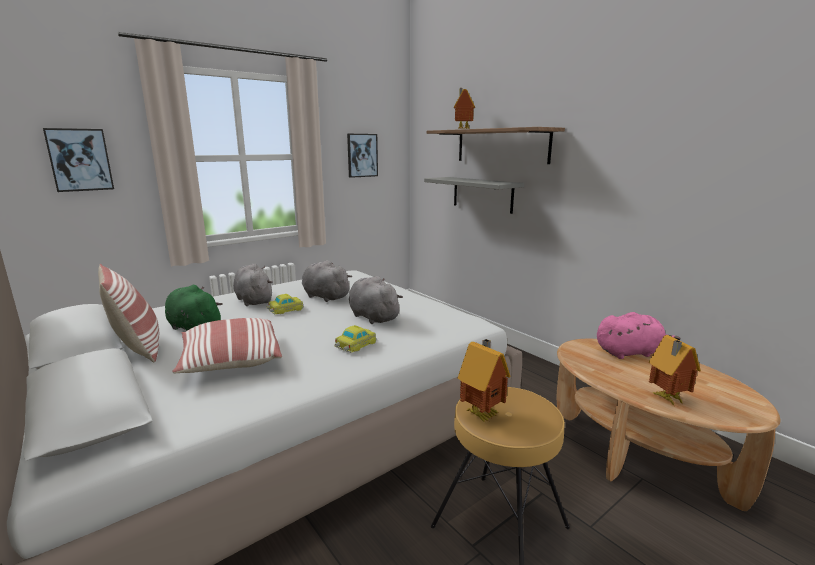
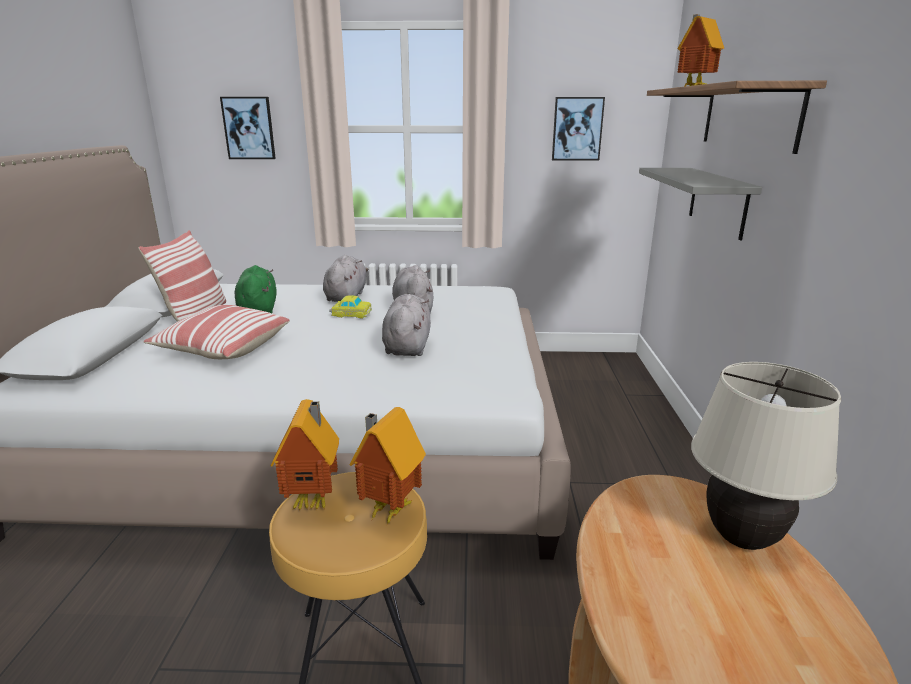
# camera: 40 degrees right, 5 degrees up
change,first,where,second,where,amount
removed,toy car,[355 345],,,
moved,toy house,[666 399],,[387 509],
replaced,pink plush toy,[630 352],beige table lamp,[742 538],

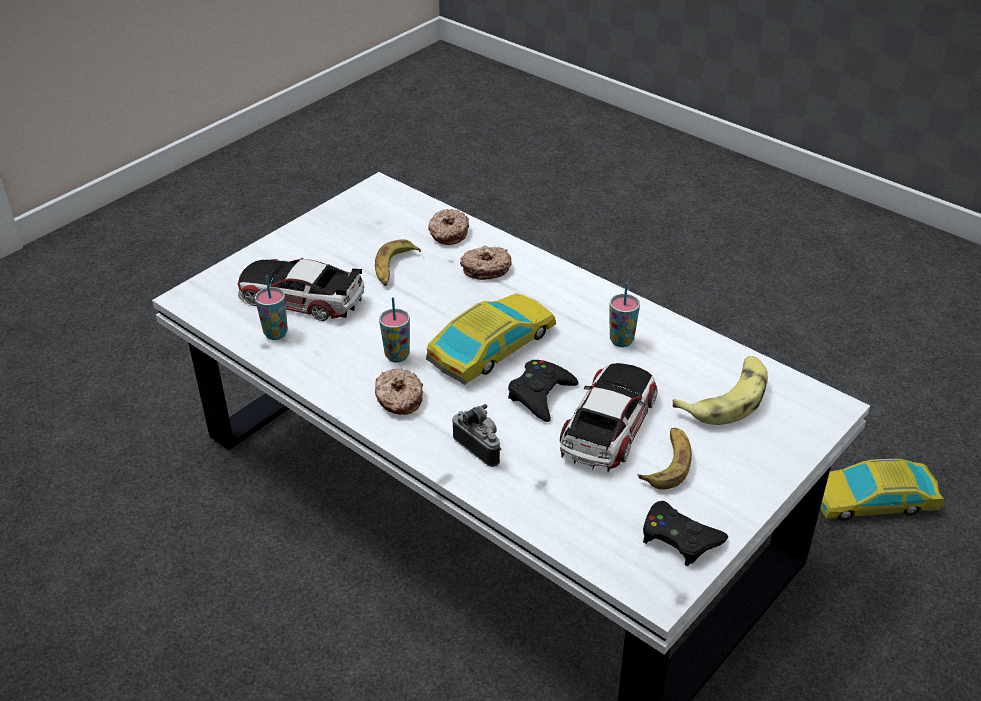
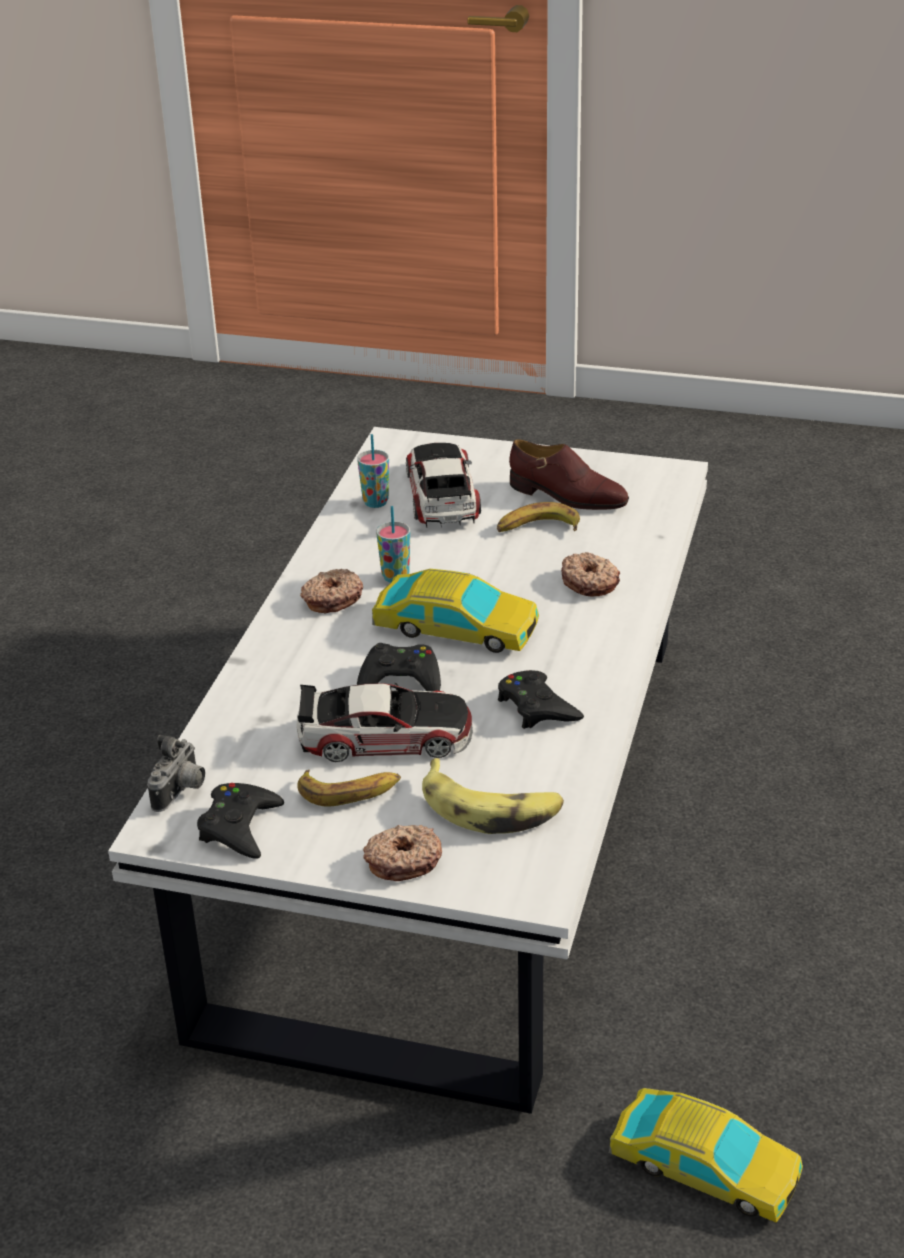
# camera: 65 degrees right, 5 degrees down
change,first,where,second,where,amount
added,,,brown shoe,[567 496],
moved,donut,[448 233],,[403 860],
moved,photo camera,[481 447],,[181 792],
replaced,cup,[621 341],black game controller,[537 707],
turned,toy car,[873 500],,[705 1166],150 degrees clockwise

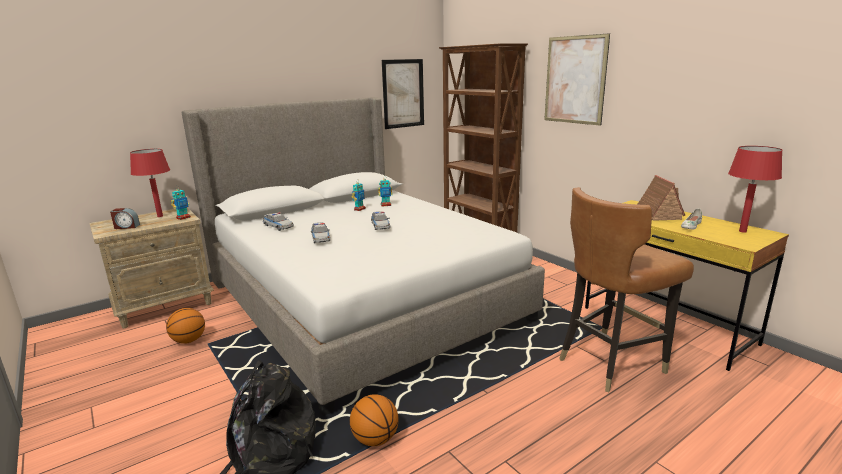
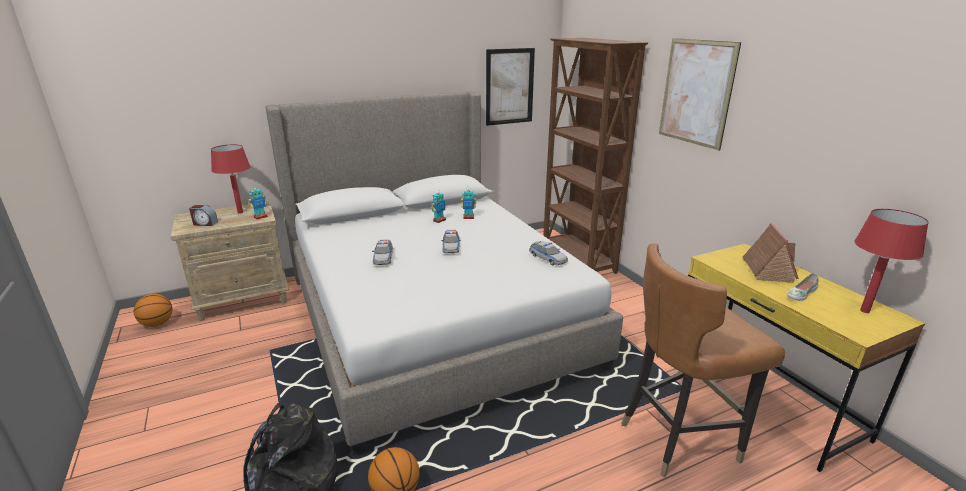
# camera: 10 degrees right, 5 degrees up
change,first,where,second,where,amount
moved,basketball,[189 340],,[157 324],
moved,toy car,[278 226],,[548 258],

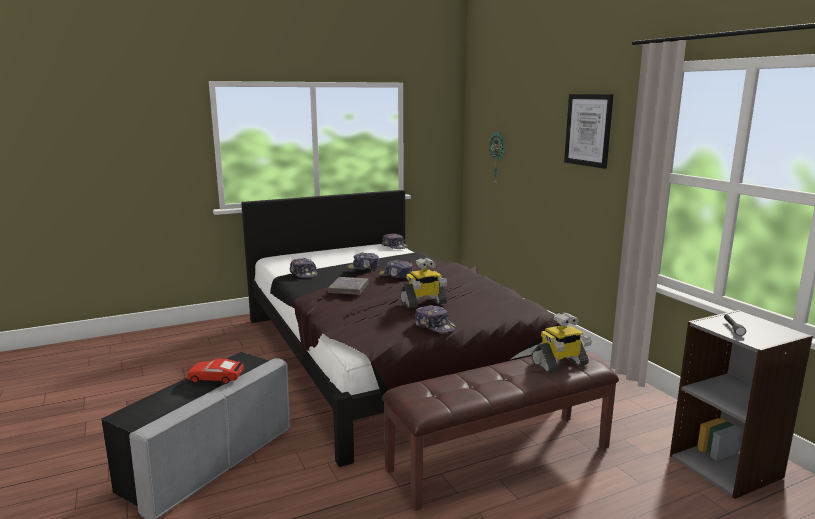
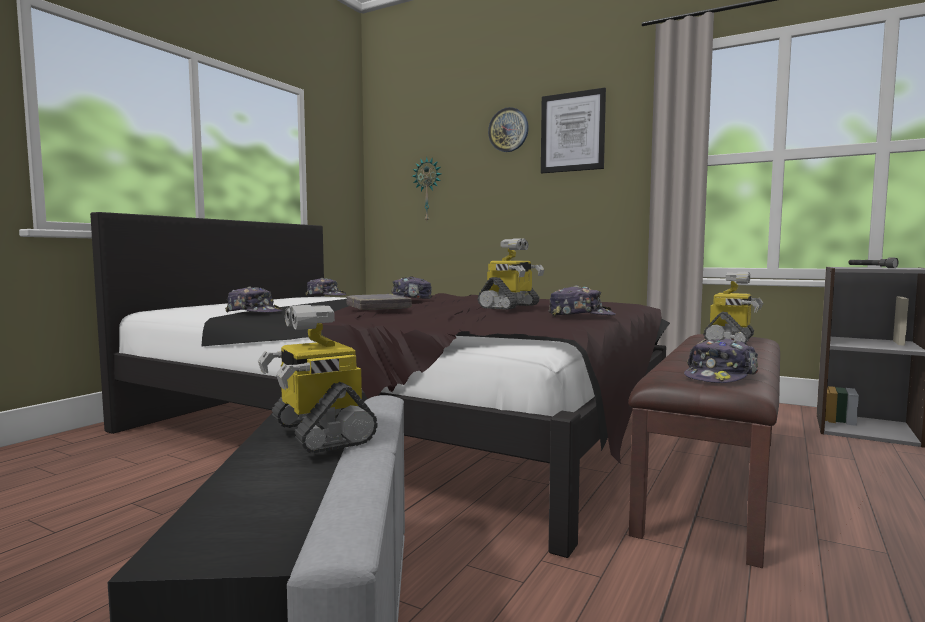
# camera: 35 degrees left, 10 degrees down
change,first,where,second,where,amount
added,,,wall clock,[508 130],
moved,cap,[363 267],,[720 376],
replaced,red toy car,[216 377],toy robot,[319 432],

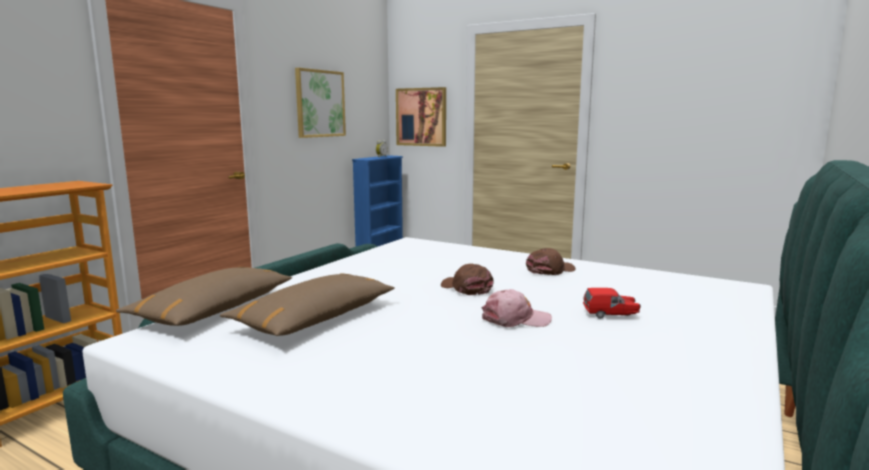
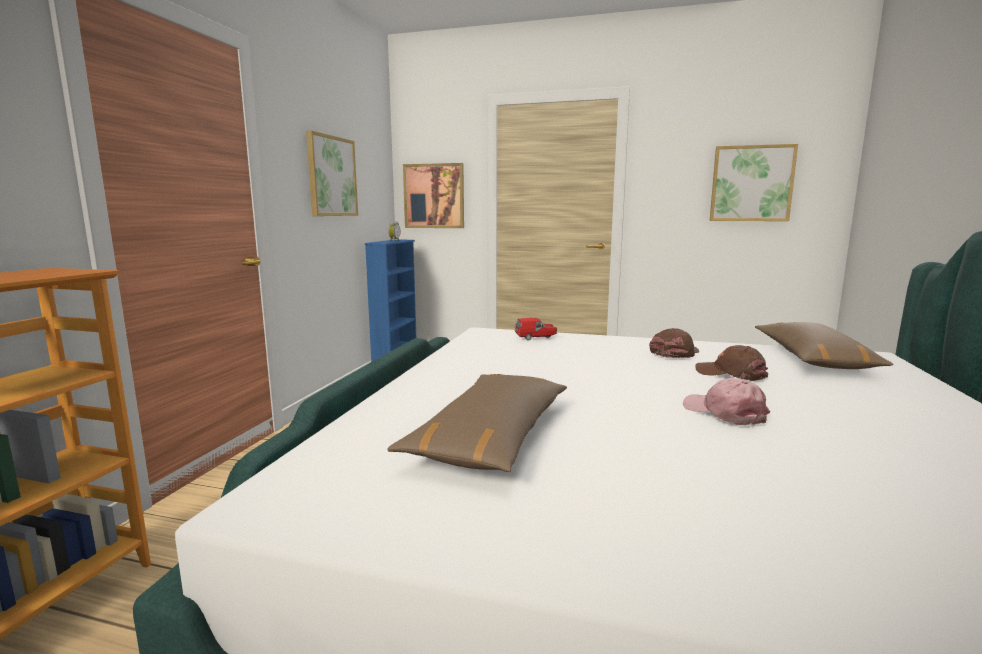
# camera: 15 degrees left, 0 degrees up
change,first,where,second,where,amount
added,,,picture,[751 183],
moved,brown pillow,[215 309],,[812 359],
moved,brown cap,[466 288],,[731 373],
moved,red toy car,[610 314],,[535 338],
turned,pink cap,[515 319],,[724 412],105 degrees counterclockwise

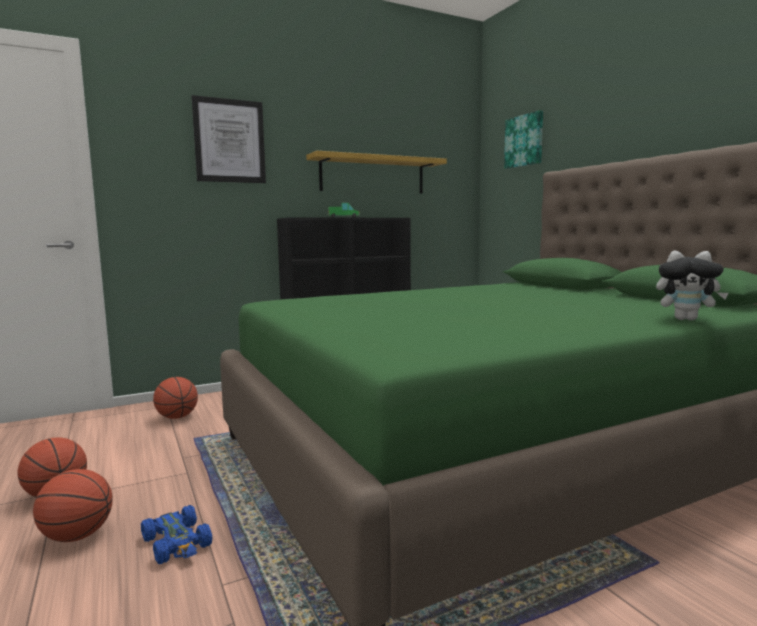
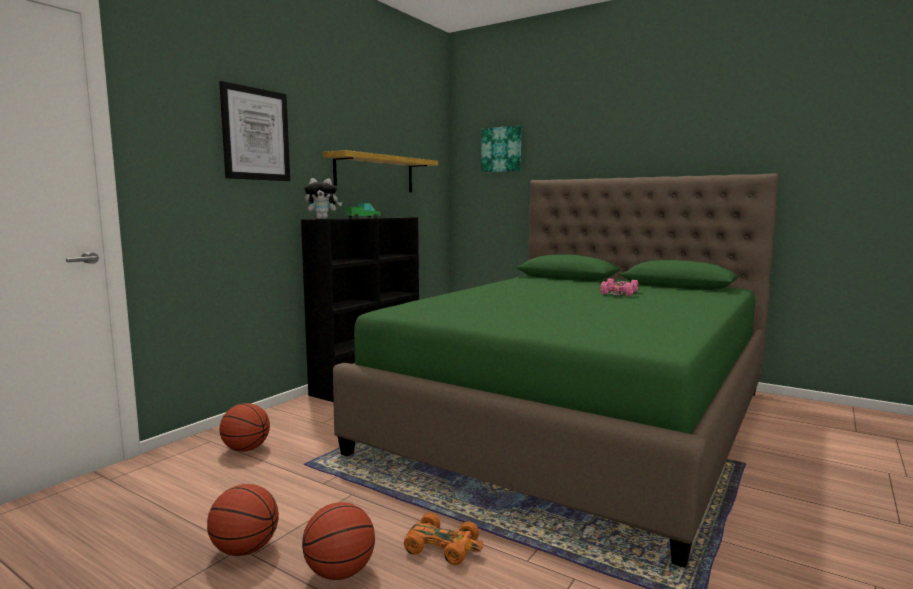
# camera: 30 degrees left, 0 degrees up
change,first,where,second,where,amount
added,,,pink toy car,[619 293],
moved,plush toy,[686 319],,[323 219],
recoloured,blue toy car,[177 543],orange toy car,[443 547],

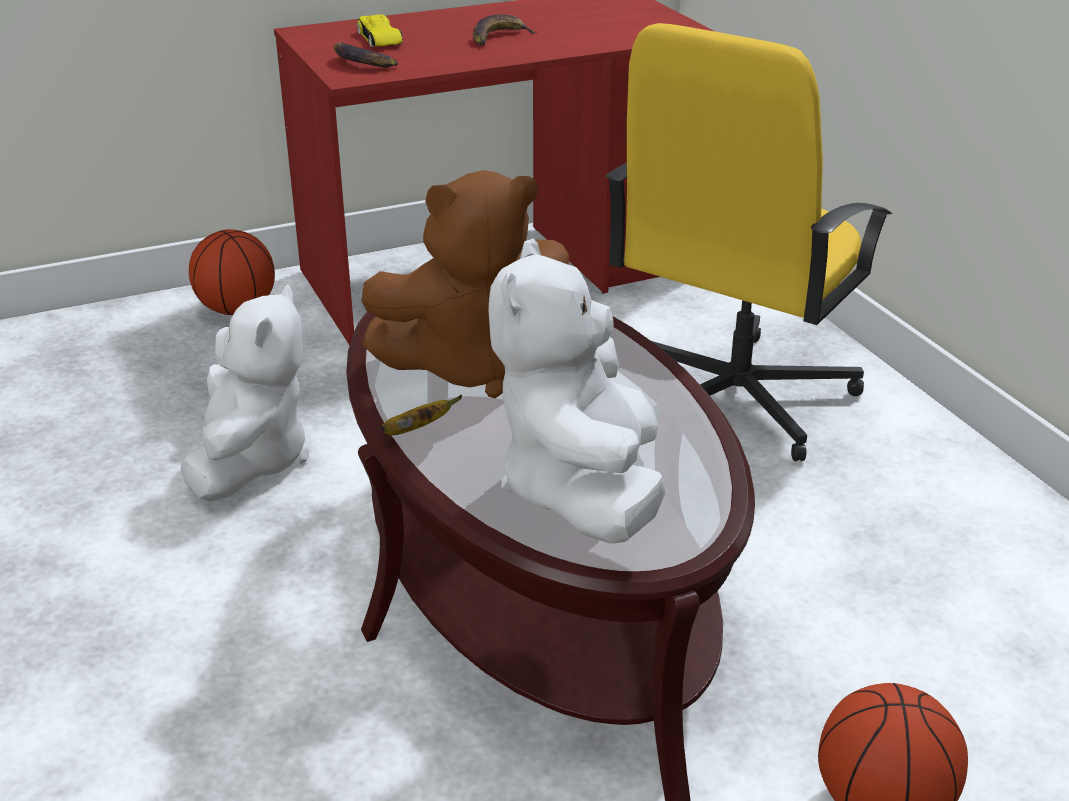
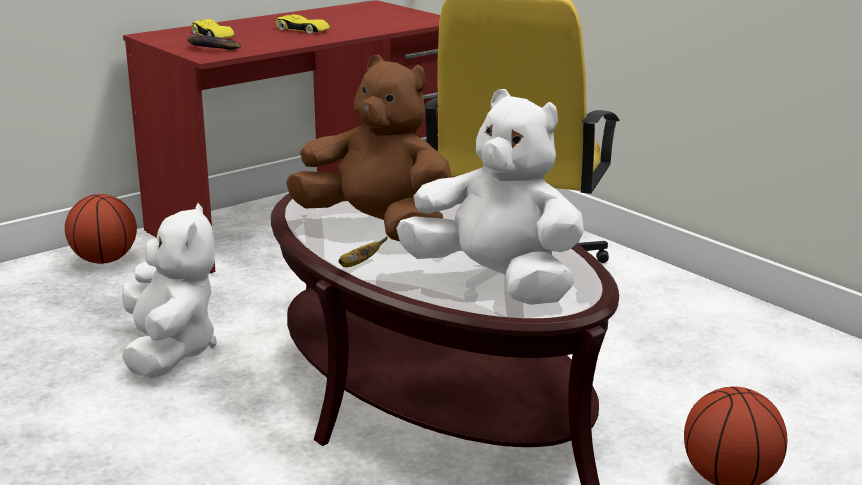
# camera: 15 degrees left, 10 degrees down
change,first,where,second,where,amount
replaced,banana,[498 37],yellow toy car,[303 30],
turned,brown plush toy,[476 365],,[377 228],120 degrees counterclockwise
turned,white plush toy,[582 491],,[496 283],135 degrees clockwise

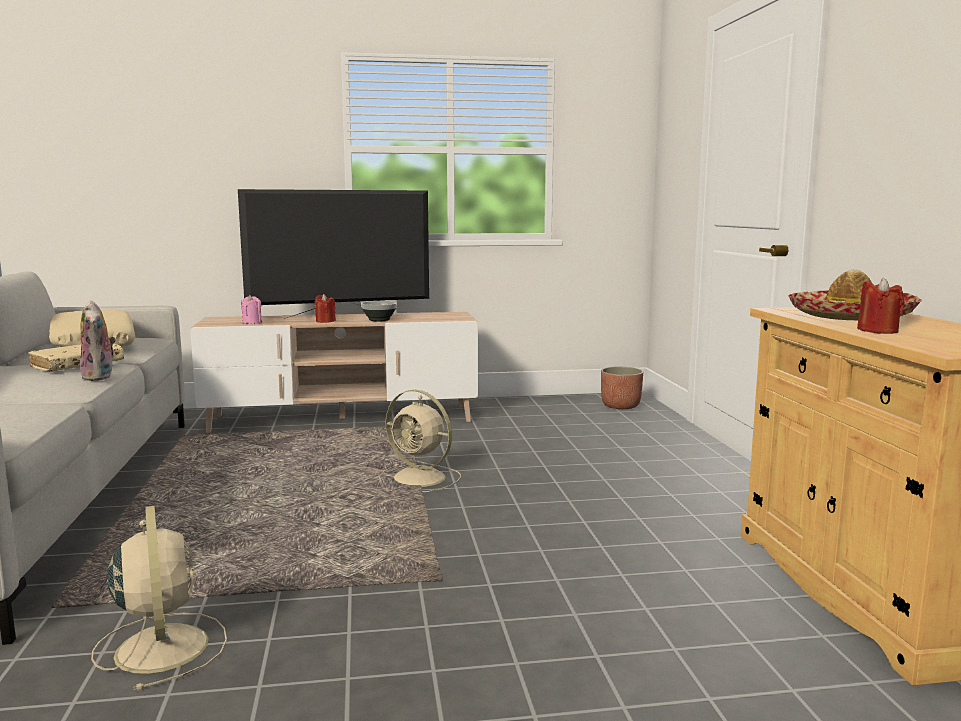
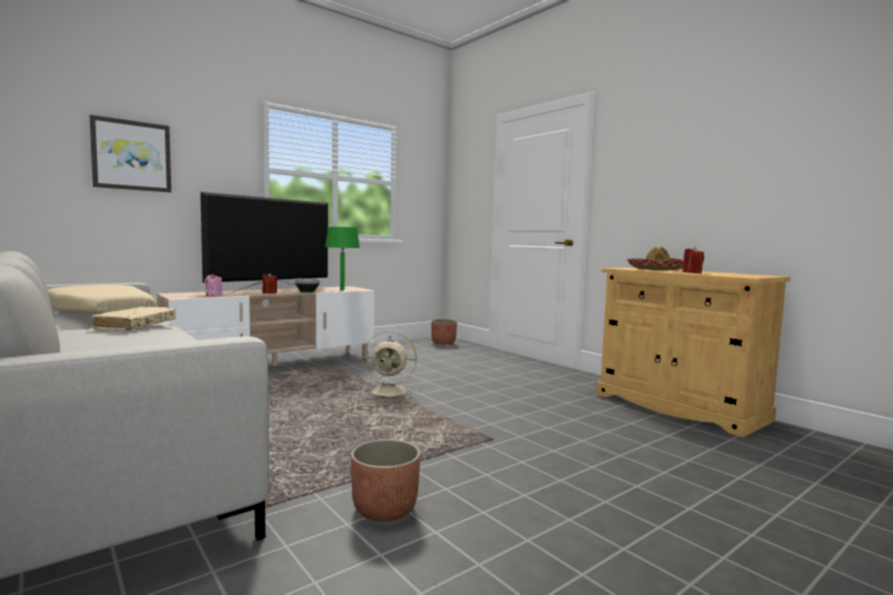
# camera: 30 degrees left, 5 degrees down
change,first,where,second,where,amount
removed,plush toy,[100 377],,,
added,,,picture,[131 155],
added,,,green table lamp,[342 289],
replaced,beige fan,[161 646],planter,[384 509],

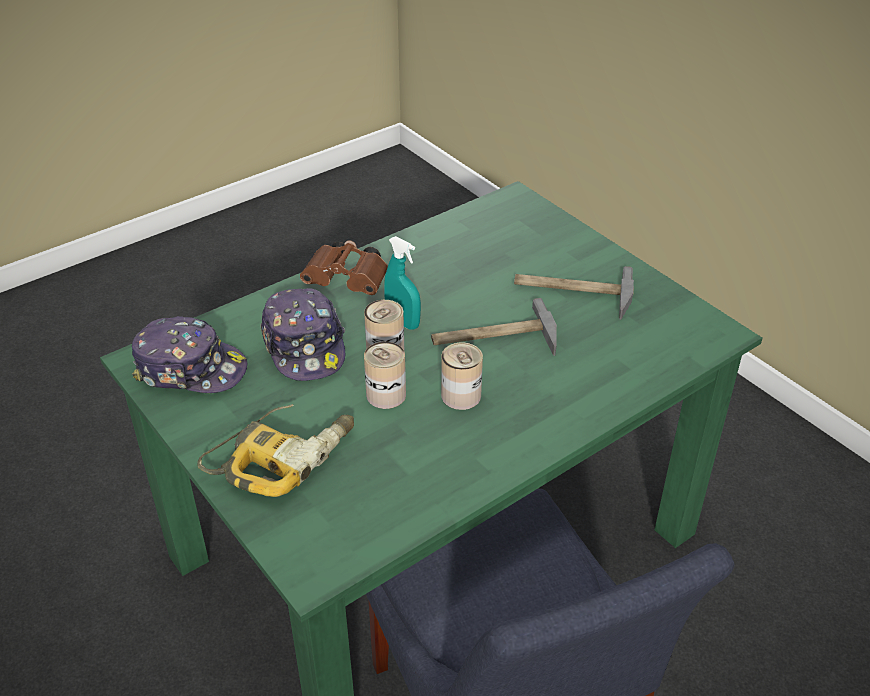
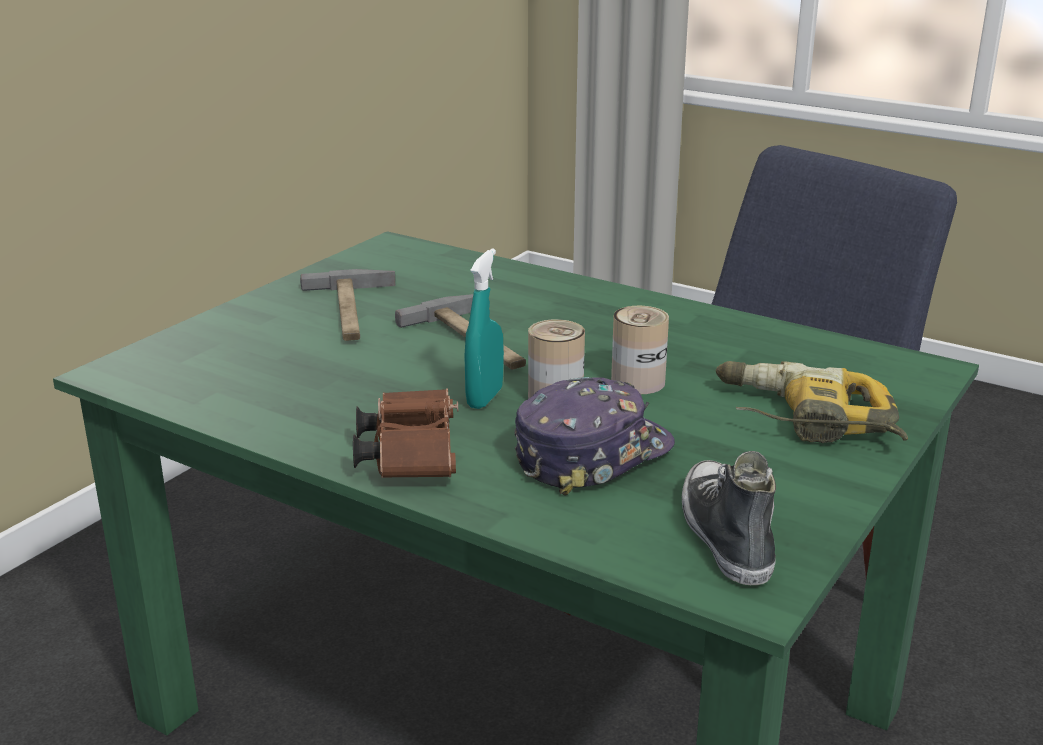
# camera: 110 degrees left, 15 degrees down
change,first,where,second,where,amount
removed,can,[461 395],,,
replaced,cap,[191 369],shoe,[725 535],

